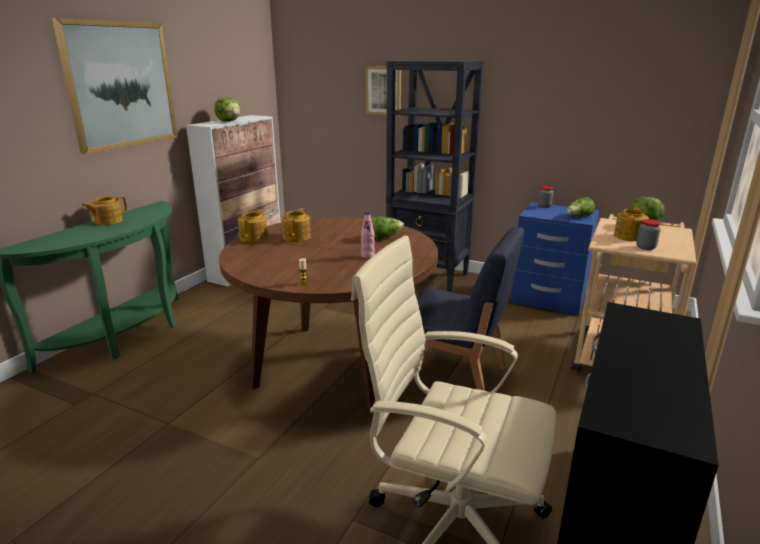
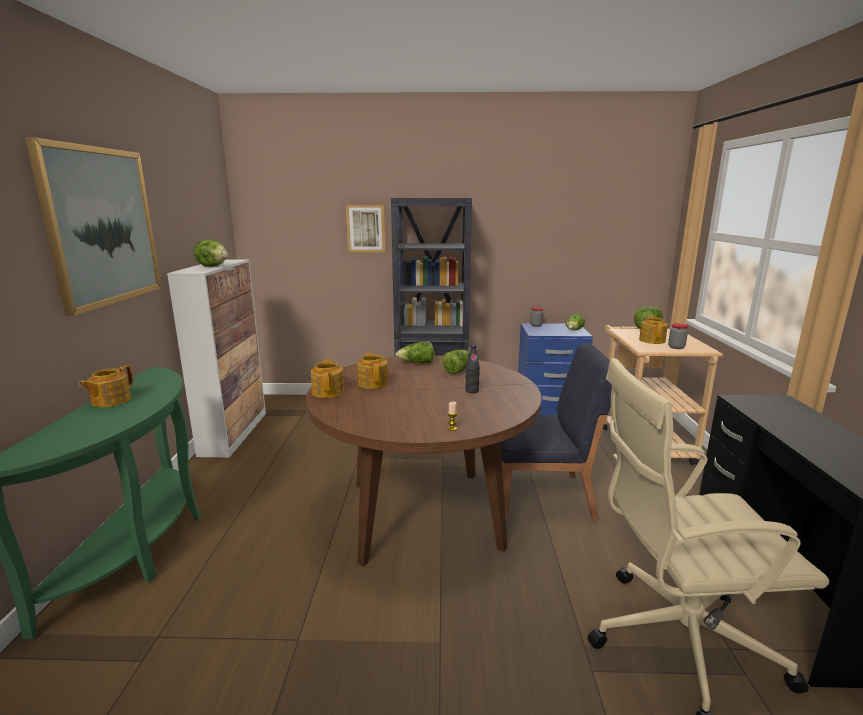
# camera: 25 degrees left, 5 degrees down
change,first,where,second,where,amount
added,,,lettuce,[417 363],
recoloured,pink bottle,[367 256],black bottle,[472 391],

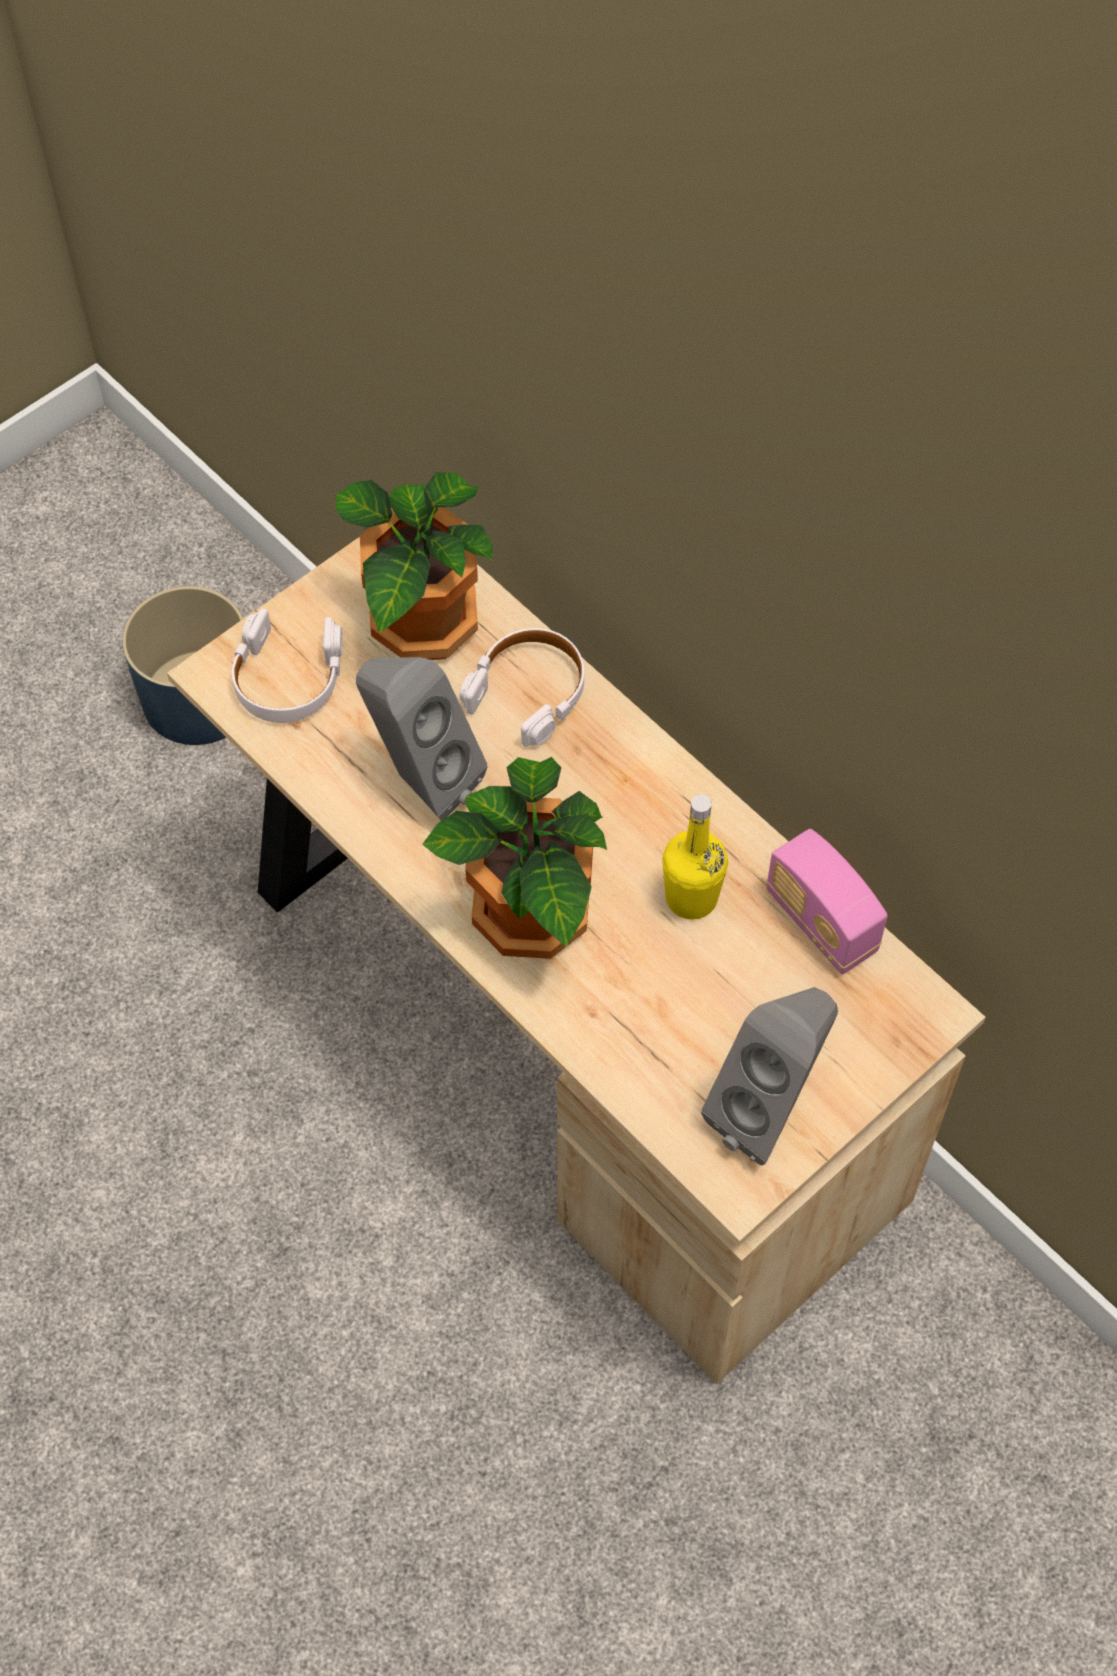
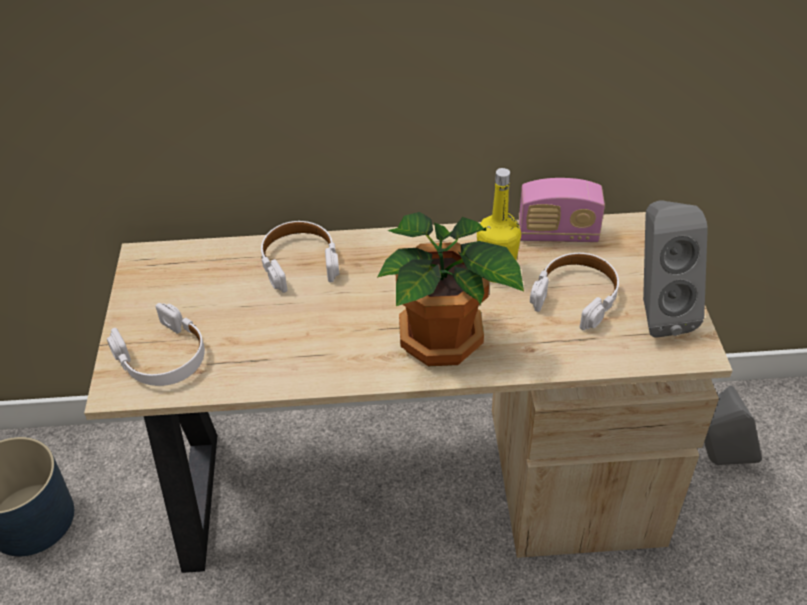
# camera: 50 degrees left, 15 degrees down
change,first,where,second,where,amount
removed,potted plant,[420 625],,,
added,,,white headphones,[576 296],
moved,grey speaker,[420 779],,[717 460],

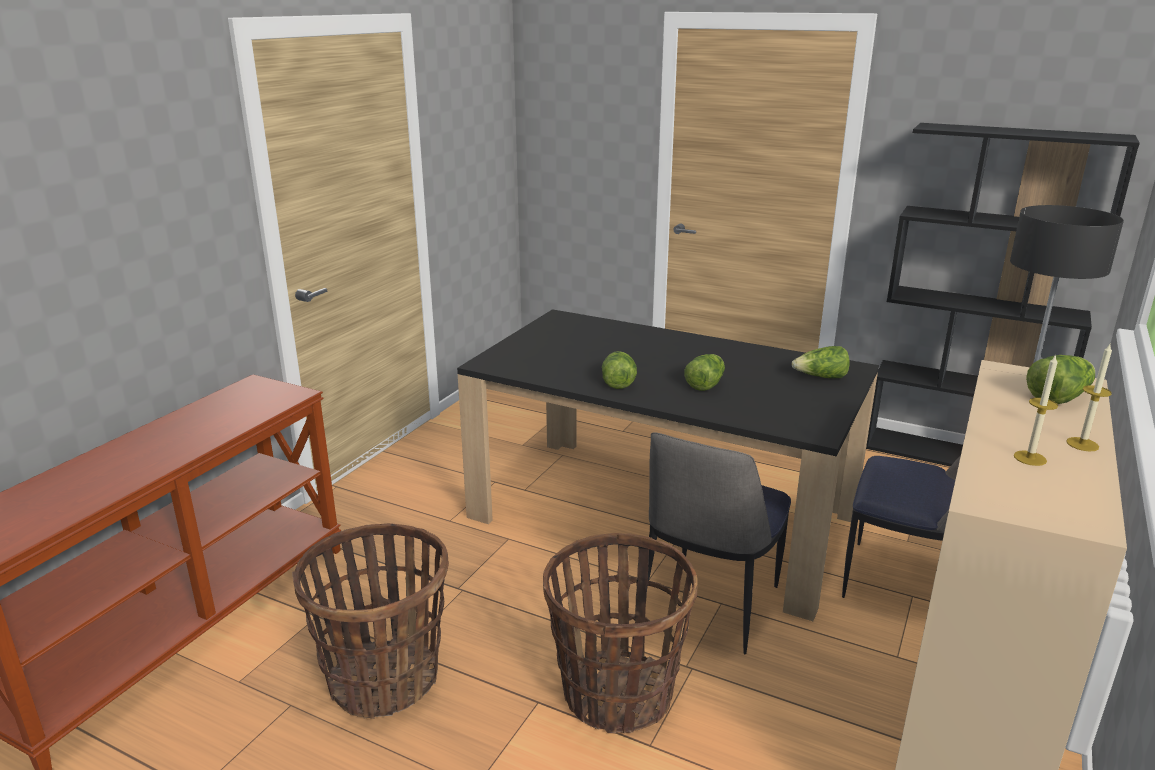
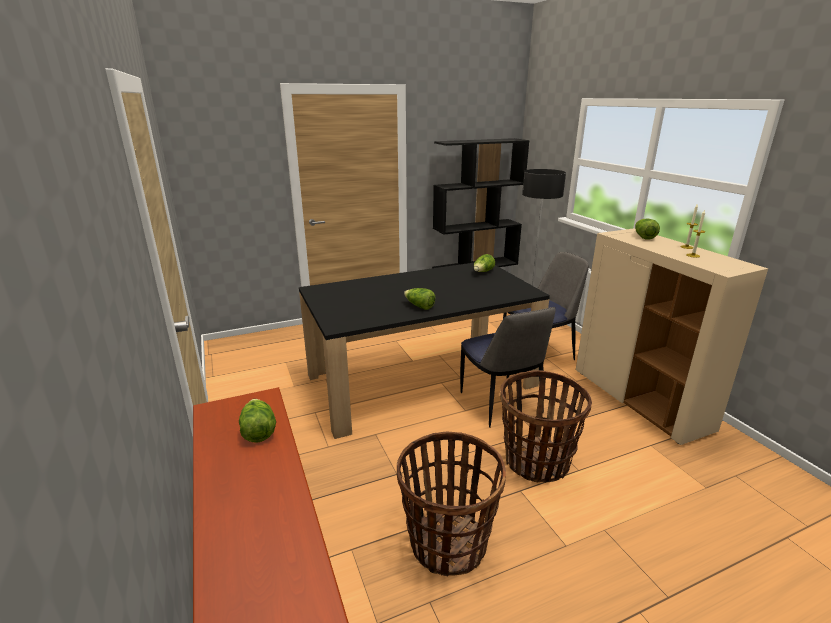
# camera: 50 degrees left, 0 degrees up
change,first,where,second,where,amount
moved,lettuce,[705 384],,[258 431],

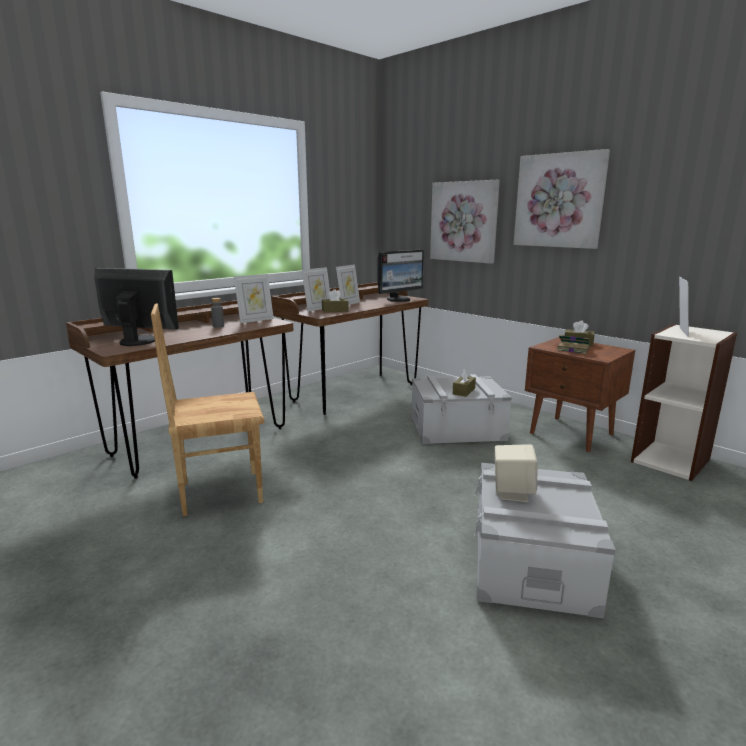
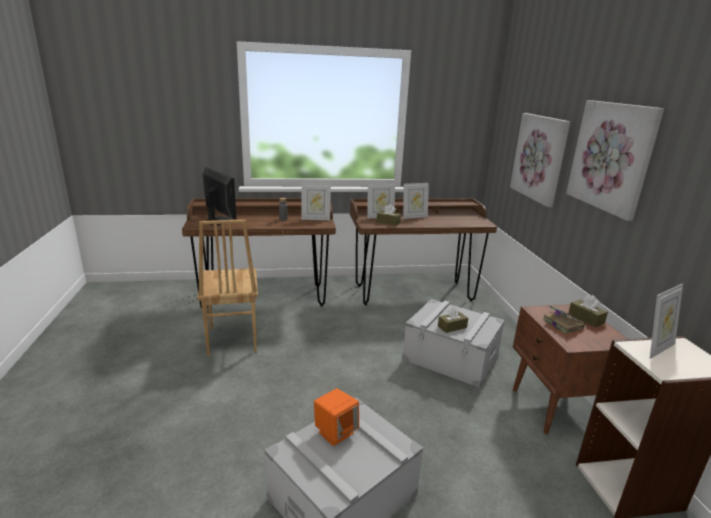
# camera: 35 degrees right, 5 degrees up
change,first,where,second,where,amount
removed,monitor,[399 299],,,
recoloured,beige speaker,[512 492],orange speaker,[335 432],
turned,brown chair,[220 492],,[231 340],120 degrees counterclockwise

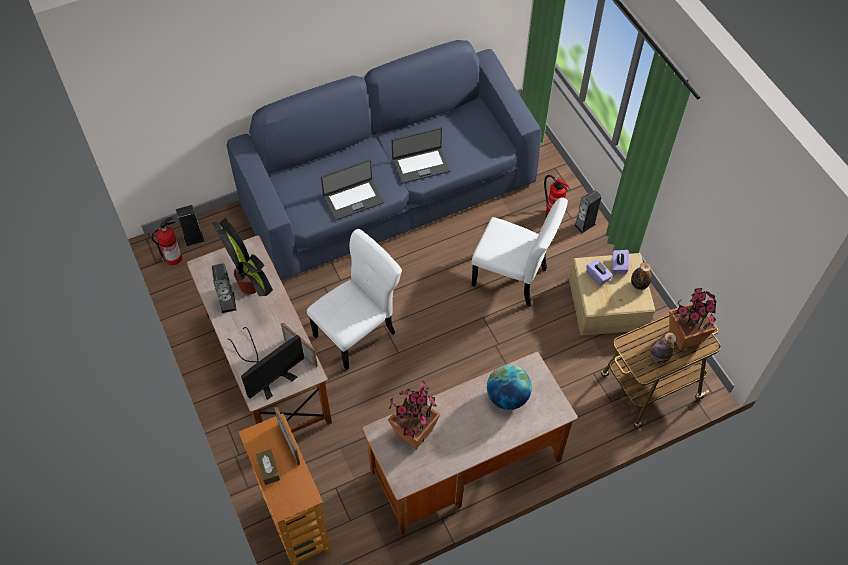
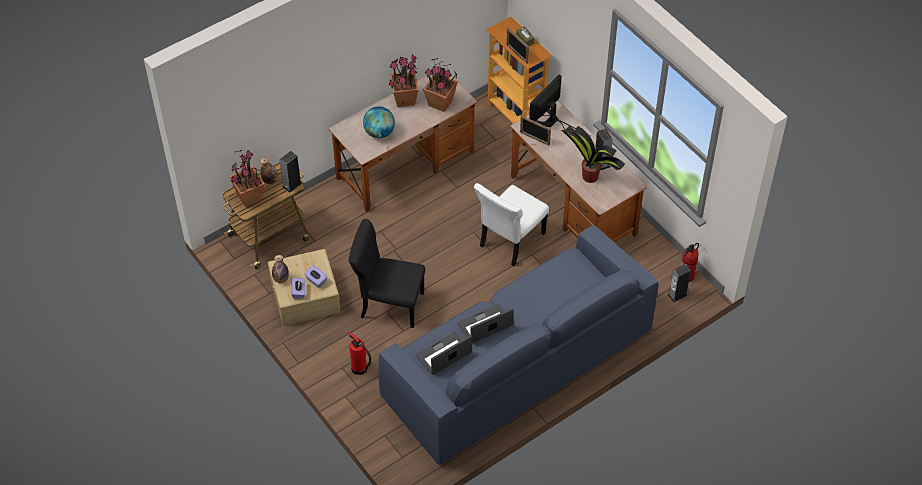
# camera: 170 degrees right, 5 degrees down
change,first,where,second,where,amount
added,,,potted plant,[404 99],
moved,laptop,[353 199],,[444 355],
moved,speaker,[585 225],,[292 185],
recoloured,white chair,[512 278],black chair,[389 304],

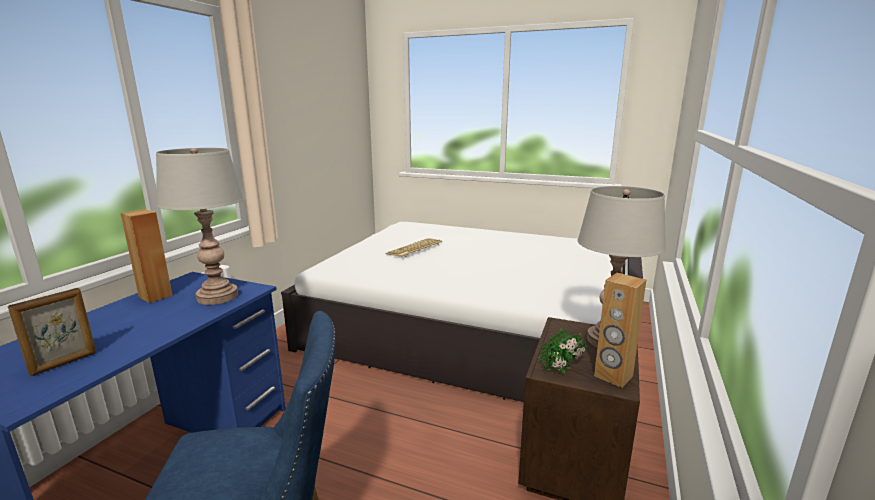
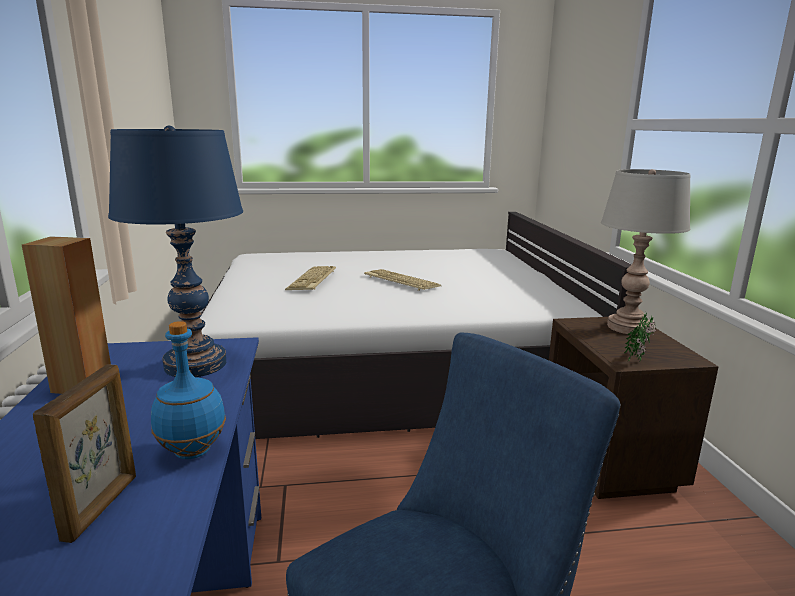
# camera: 30 degrees left, 0 degrees up
change,first,where,second,where,amount
removed,brown speaker,[613 376],,,
added,,,blue bottle,[192 452],
added,,,keyboard,[400 281],
recoloured,grey table lamp,[217 297],blue table lamp,[195 365],

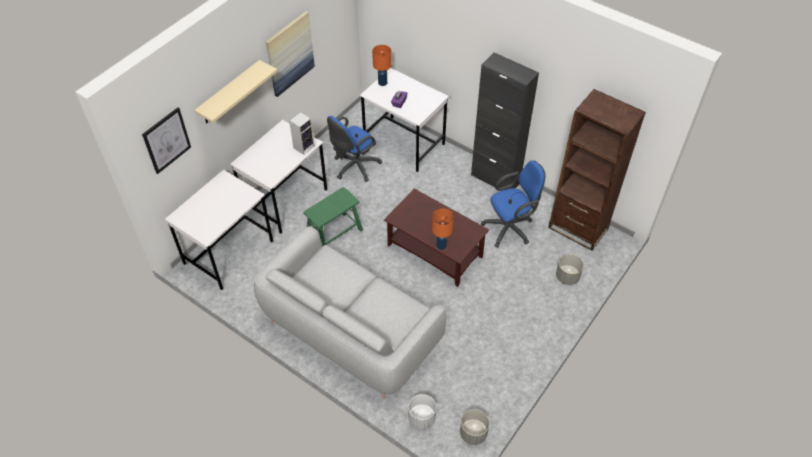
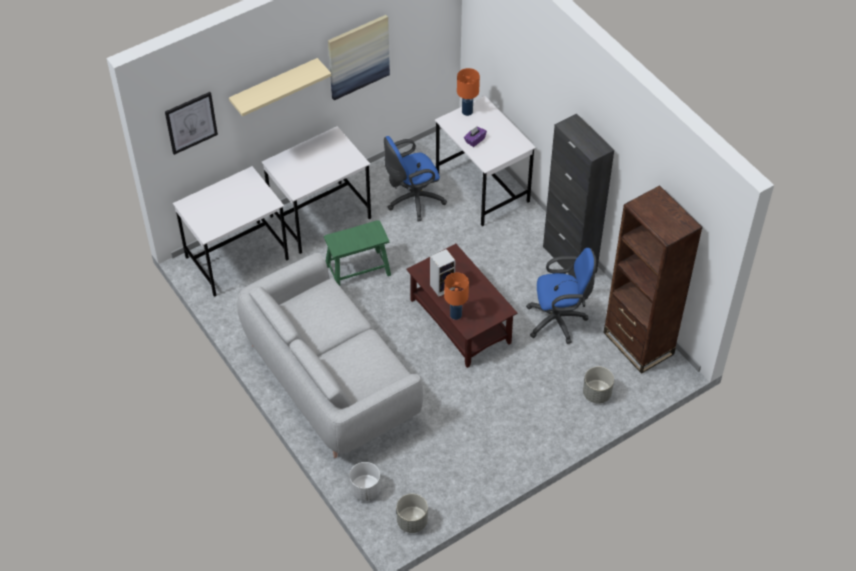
# camera: 20 degrees right, 0 degrees up
change,first,where,second,where,amount
moved,speaker,[304 146],,[442 286],

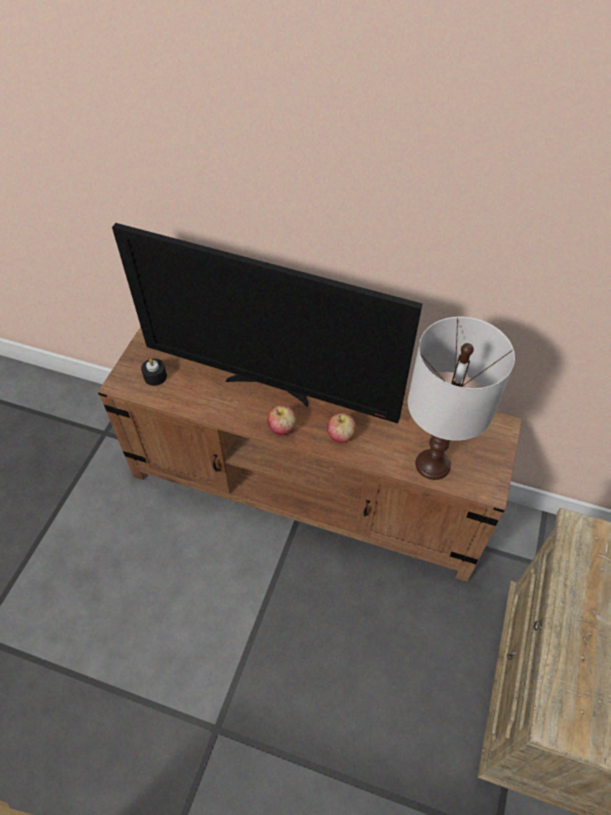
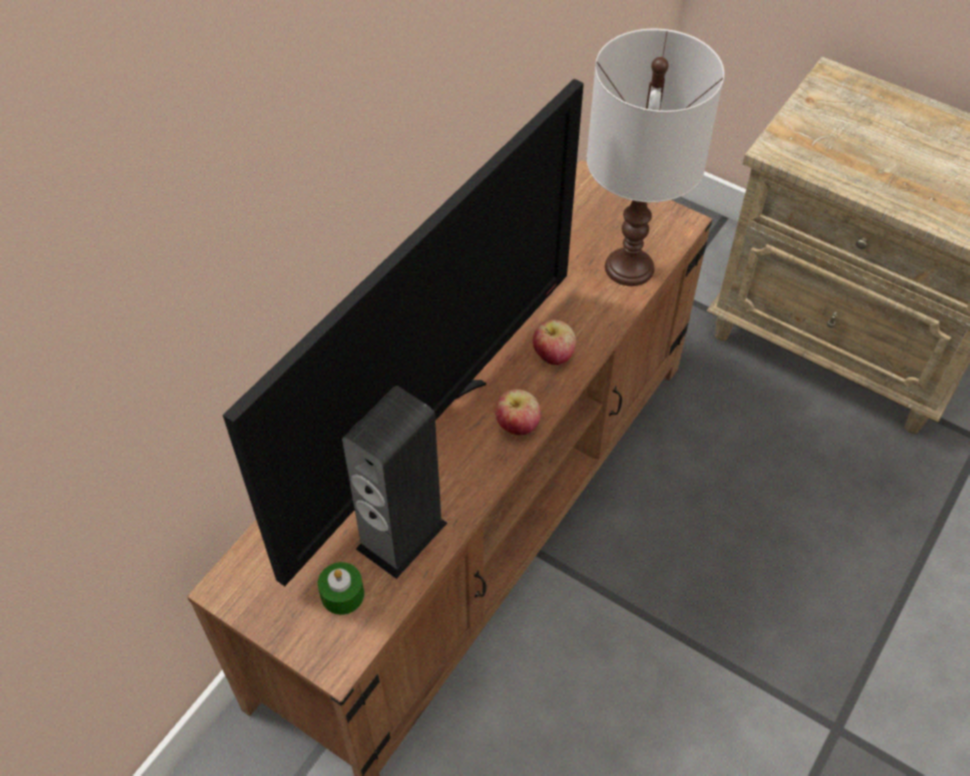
# camera: 75 degrees left, 0 degrees up
change,first,where,second,where,amount
added,,,speaker,[401 535],
recoloured,black candle,[155 376],green candle,[342 594],

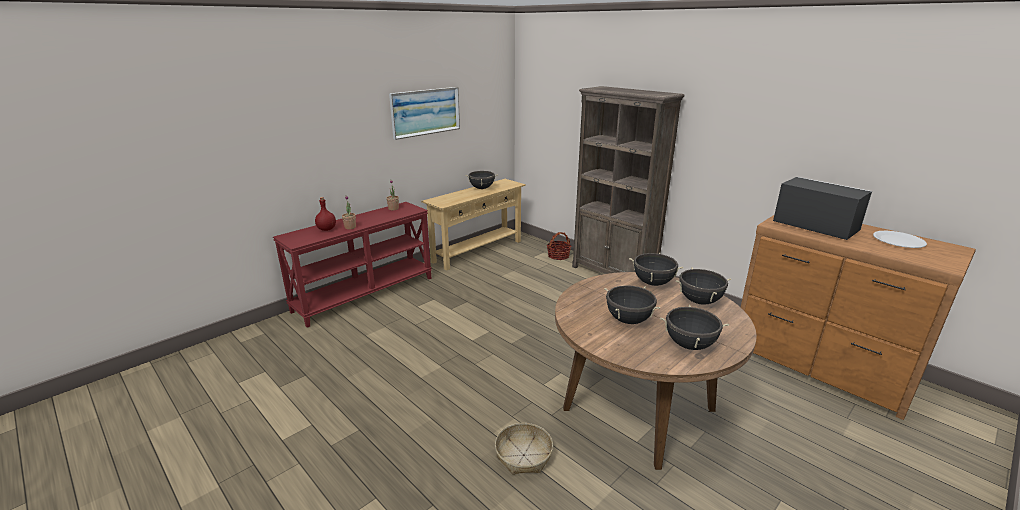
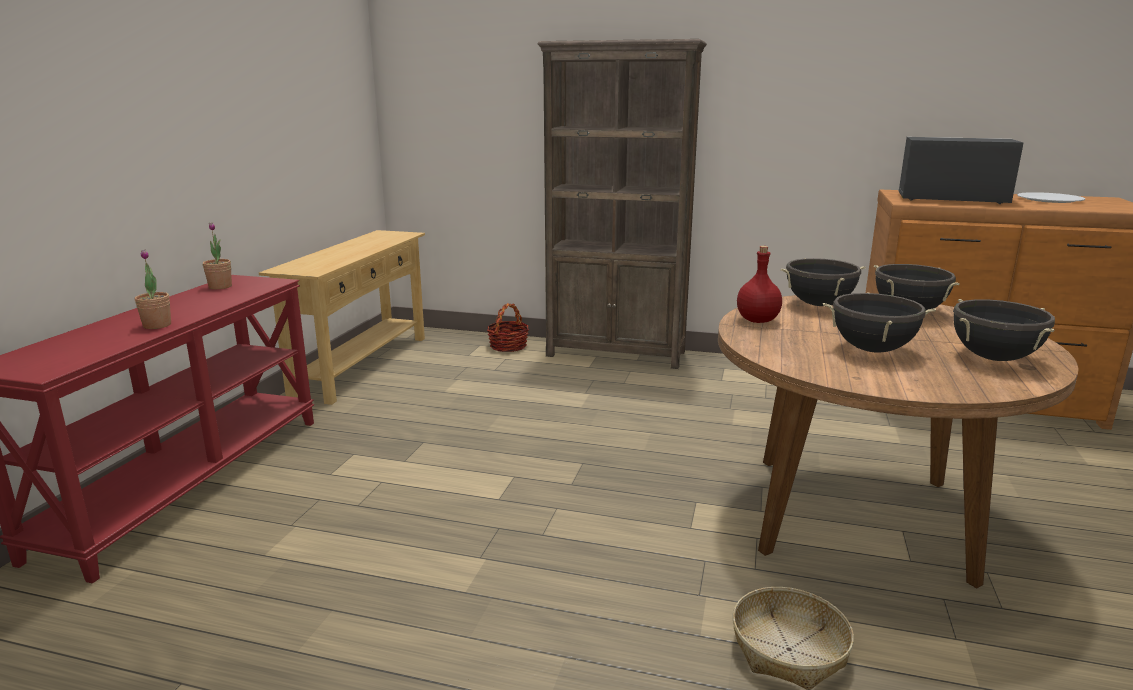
# camera: 30 degrees left, 5 degrees down
change,first,where,second,where,amount
removed,picture,[425 112],,,
removed,black cooking pot,[481 188],,,
moved,red bottle,[326 229],,[756 320],

